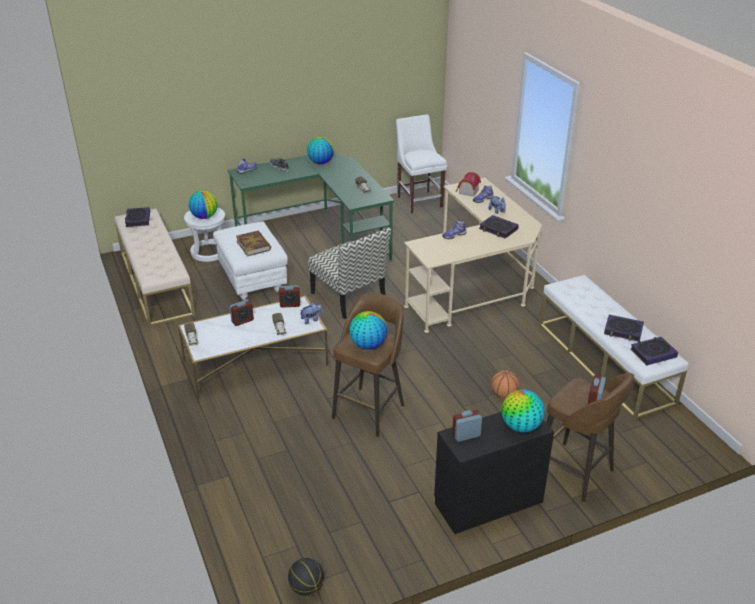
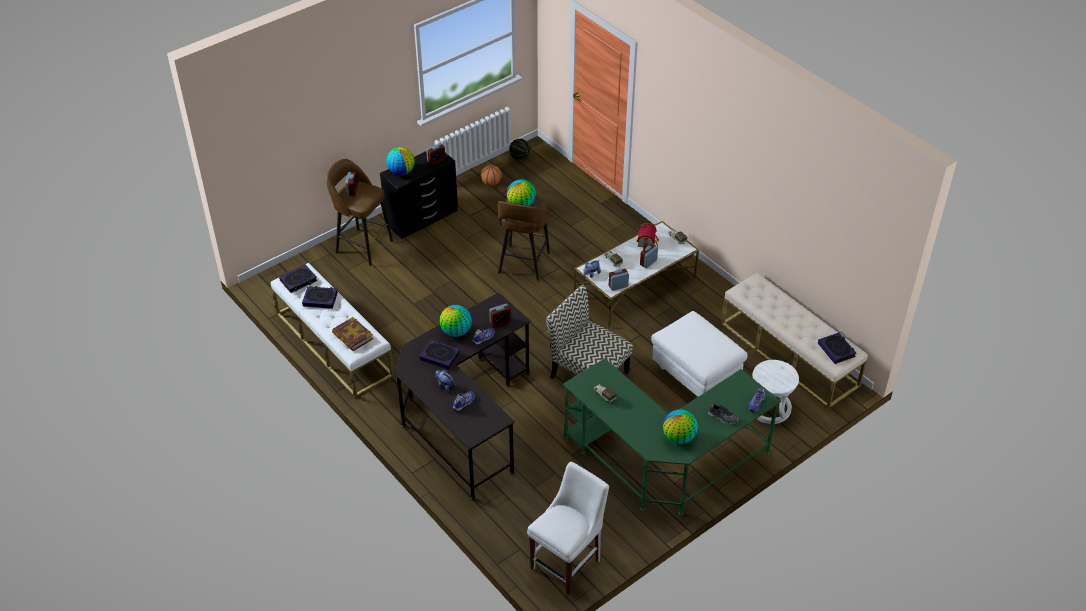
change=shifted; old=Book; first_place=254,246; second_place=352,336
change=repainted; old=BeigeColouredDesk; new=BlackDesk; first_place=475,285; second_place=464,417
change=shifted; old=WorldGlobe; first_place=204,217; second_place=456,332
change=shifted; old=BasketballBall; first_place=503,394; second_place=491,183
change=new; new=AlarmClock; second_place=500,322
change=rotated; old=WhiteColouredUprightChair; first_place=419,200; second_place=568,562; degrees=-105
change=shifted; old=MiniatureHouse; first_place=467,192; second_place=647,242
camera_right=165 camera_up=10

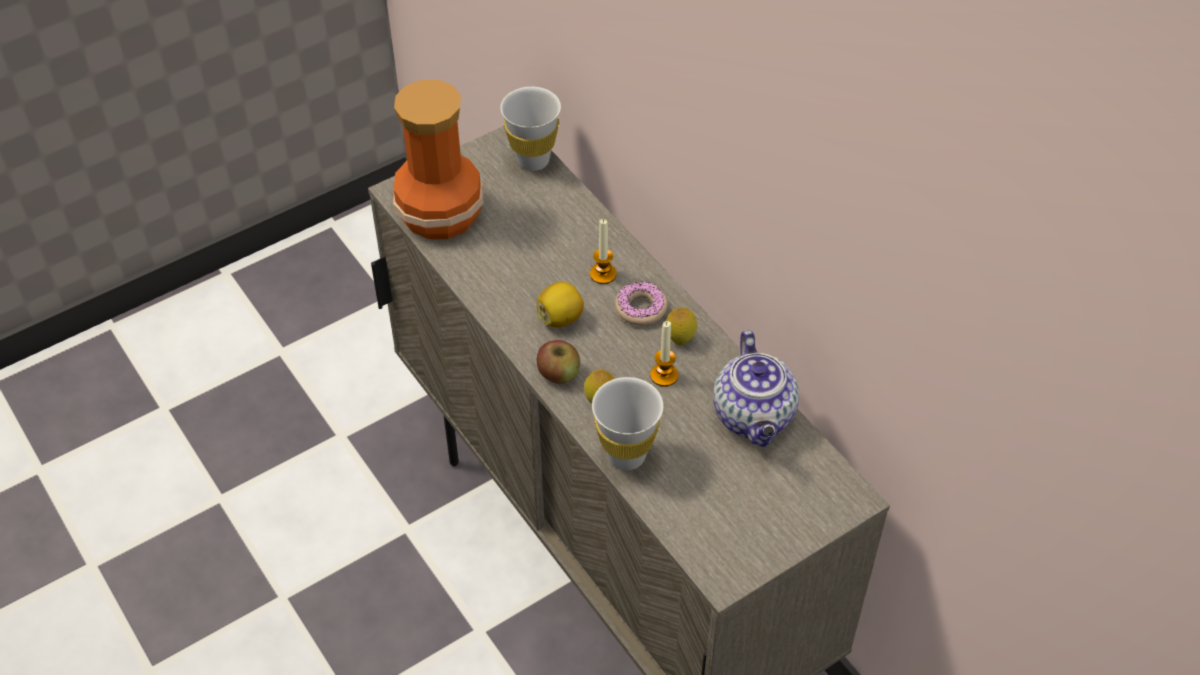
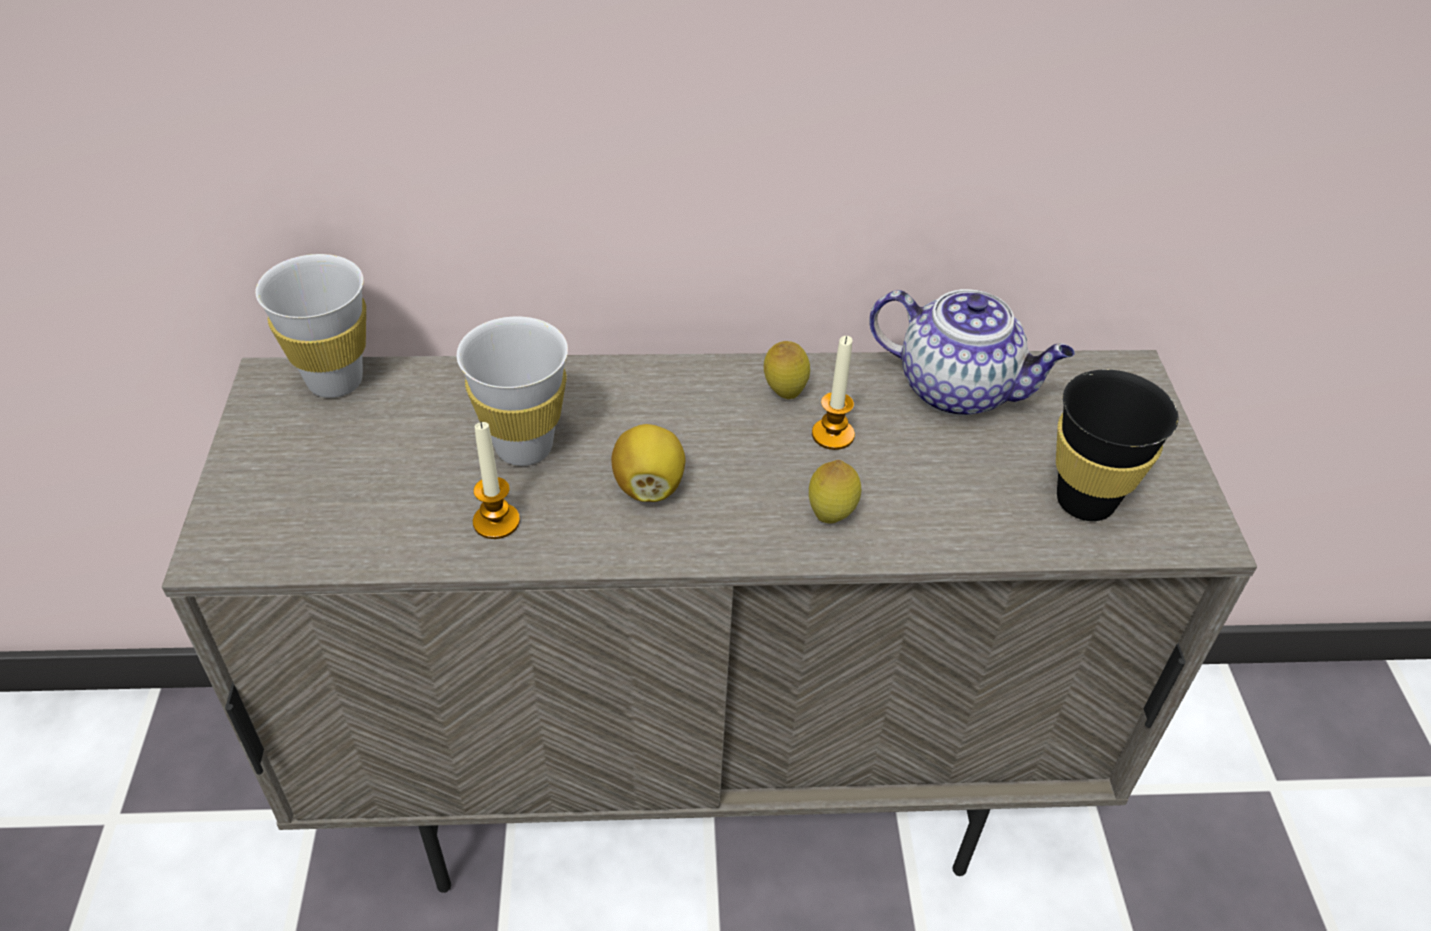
change=shifted; old=WhiteColouredDrinkingCup; first_place=626,455; second_place=524,447
change=shifted; old=WaxCandle; first_place=603,274; second_place=496,522
change=new; new=BlackDrinkingCup; second_place=1085,501
change=gone; old=FlowerVase; first_place=440,214
change=gone; old=Apple; first_place=558,373
change=gone; old=Donut; first_place=641,308
camera_right=-60 camera_up=-5

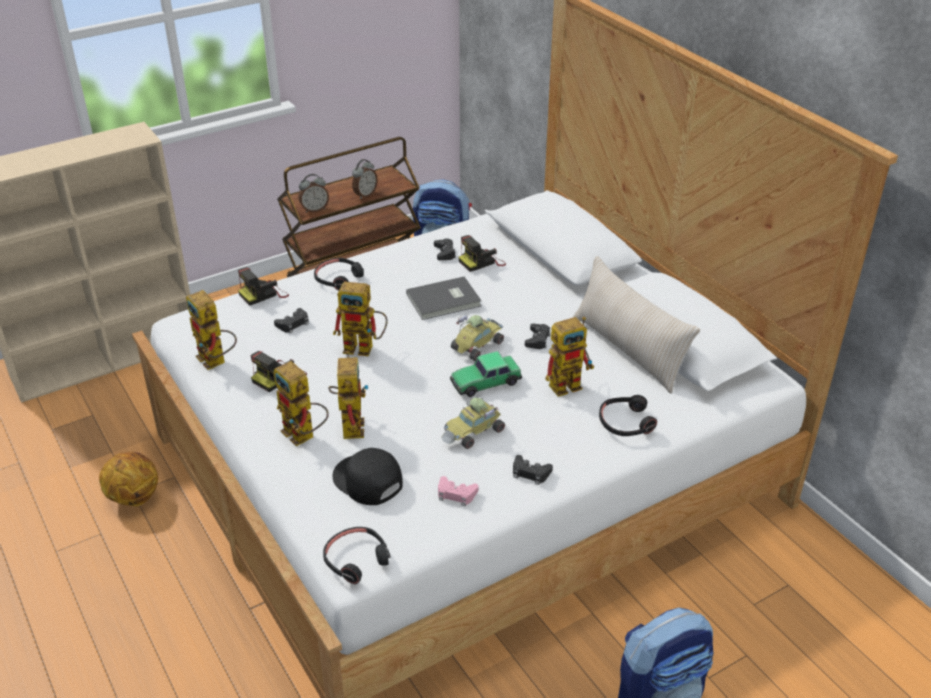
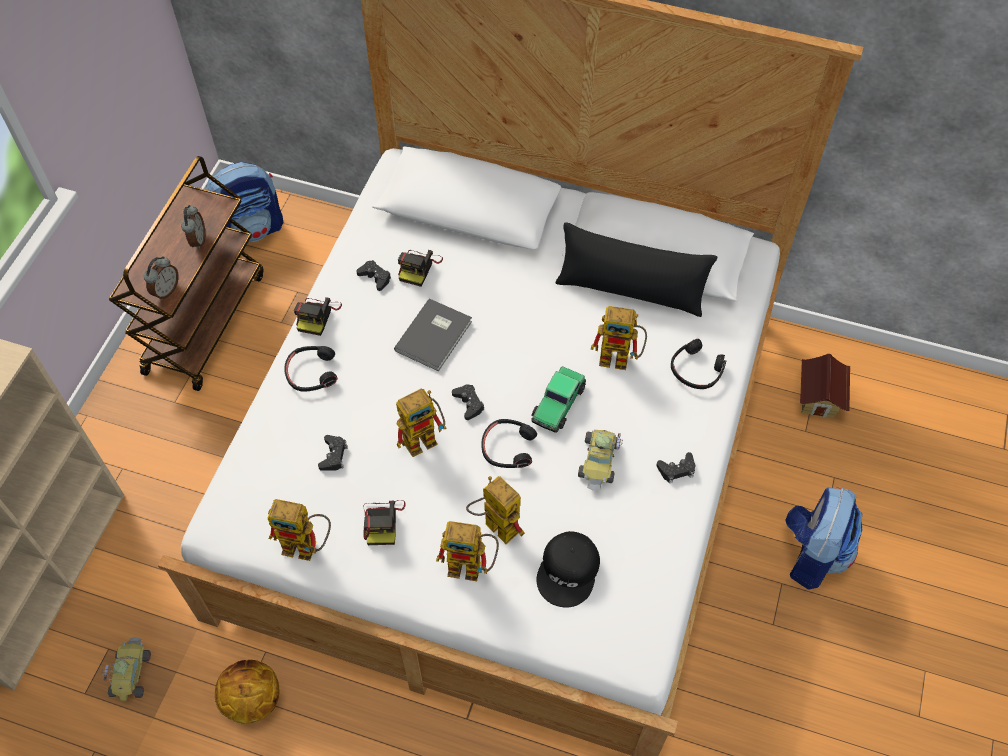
change=shifted; old=MiniatureCar; first_place=477,344; second_place=130,673
change=shifted; old=StillCamera; first_place=263,294; second_place=317,316
change=shifted; old=BlackJoypad; first_place=537,340; second_place=468,403
change=shifted; old=BlackHeadphones; first_place=356,559; second_place=508,448
change=rotated; old=BlackCap; first_place=367,481; second_place=569,571; degrees=-75
change=repainted; old=BeigeColouredPillow; new=BlackPillow; first_place=629,350; second_place=630,291
change=rotated; old=ModelRobot; first_place=570,383; second_place=621,358; degrees=75
change=new; new=MiniatureHouse; second_place=818,399
change=gone; old=PinkJoypad; first_place=456,494
camera_right=-40 camera_up=20

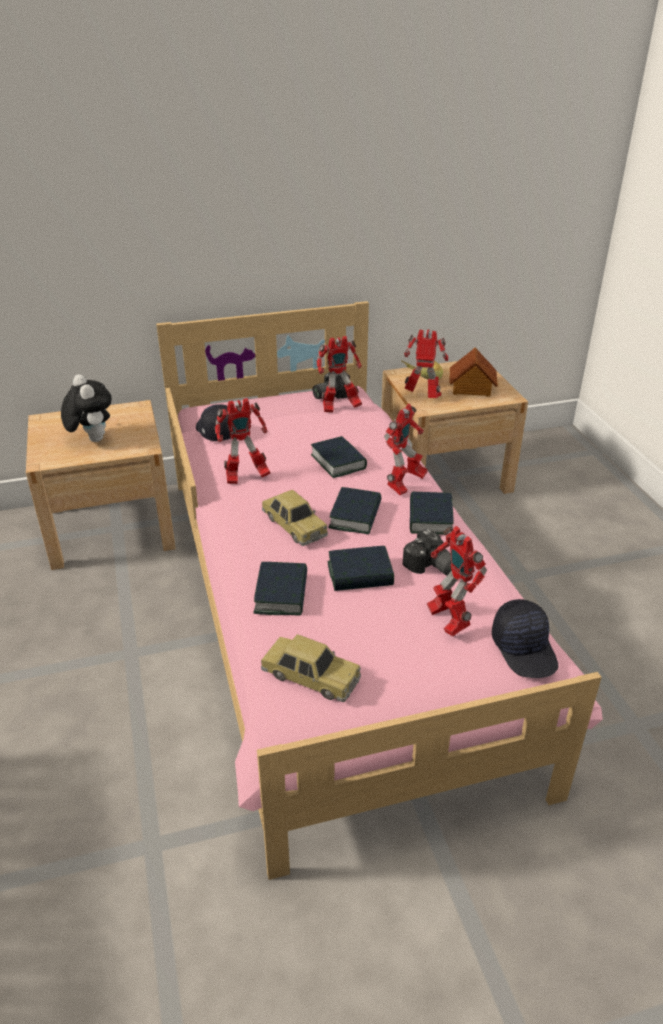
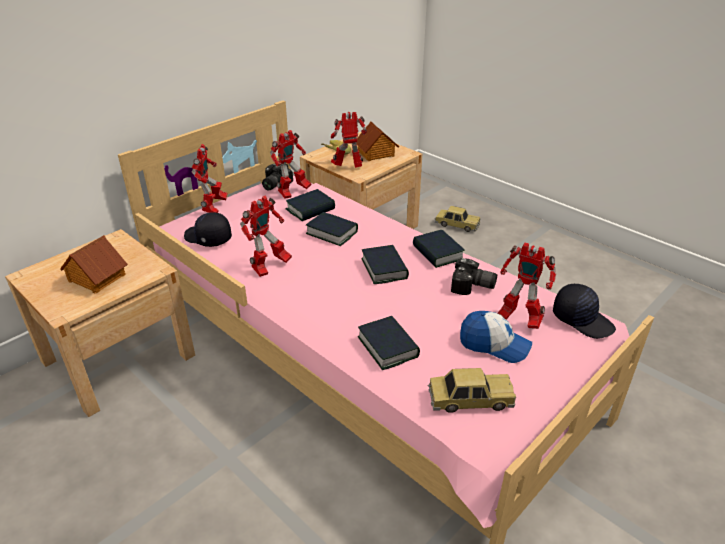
change=swapped; old=PlushToy; new=MiniatureHouse; first_place=92,439; second_place=96,278
change=shifted; old=ModelRobot; first_place=404,485; second_place=214,208
change=shifted; old=Book; first_place=360,574; second_place=310,209
change=shifted; old=MiniatureCar; first_place=294,525; second_place=457,225
change=new; new=Cap; second_place=494,345
camera_right=-30 camera_up=0

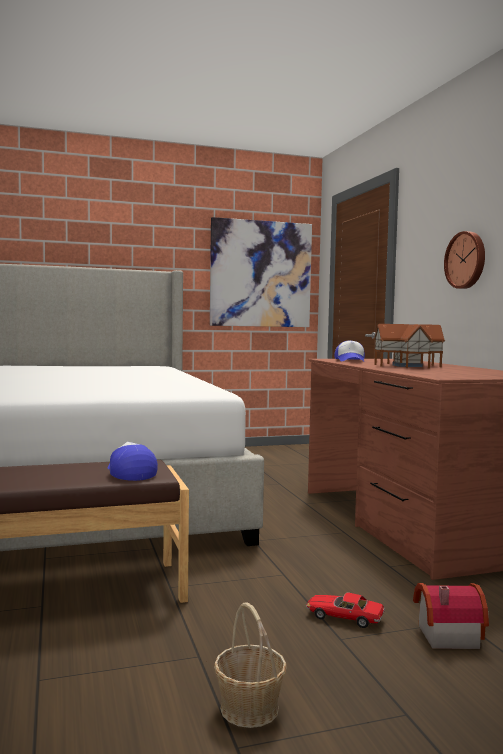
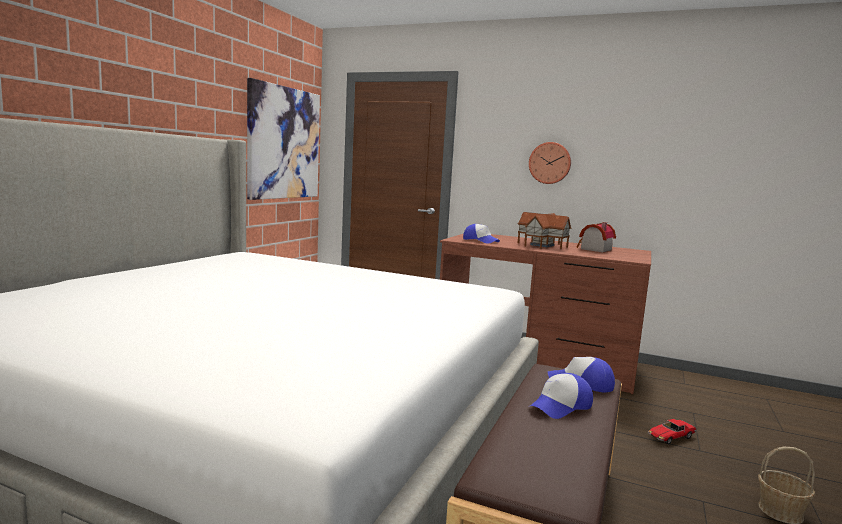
change=new; new=Cap; second_place=561,406
change=shifted; old=MiniatureHouse; first_place=445,634; second_place=593,249
camera_right=-50 camera_up=5

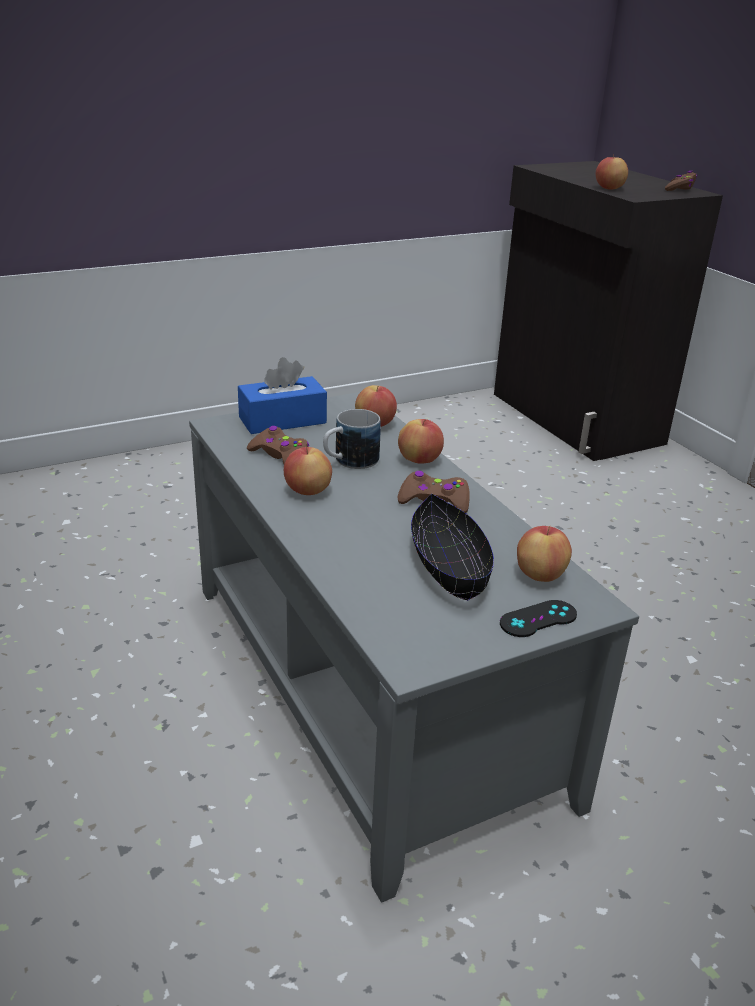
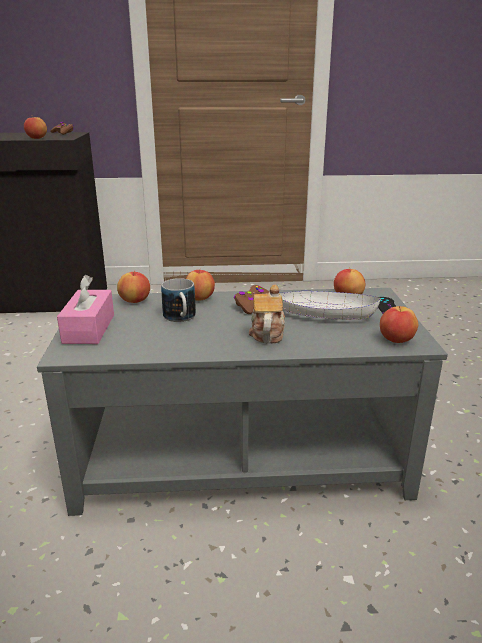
change=repainted; old=BlueTissueBox; new=PinkTissueBox; first_place=282,420; second_place=89,329
change=new; new=PotForTea; second_place=267,333
change=repainted; old=BlackServingBowl; new=WhiteColouredServingBowl; first_place=448,563; second_place=325,315
change=shifted; old=Apple; first_place=307,491; second_place=396,340
change=gone; old=BrownColouredJoypad; first_place=280,455
camera_right=-65 camera_up=-5

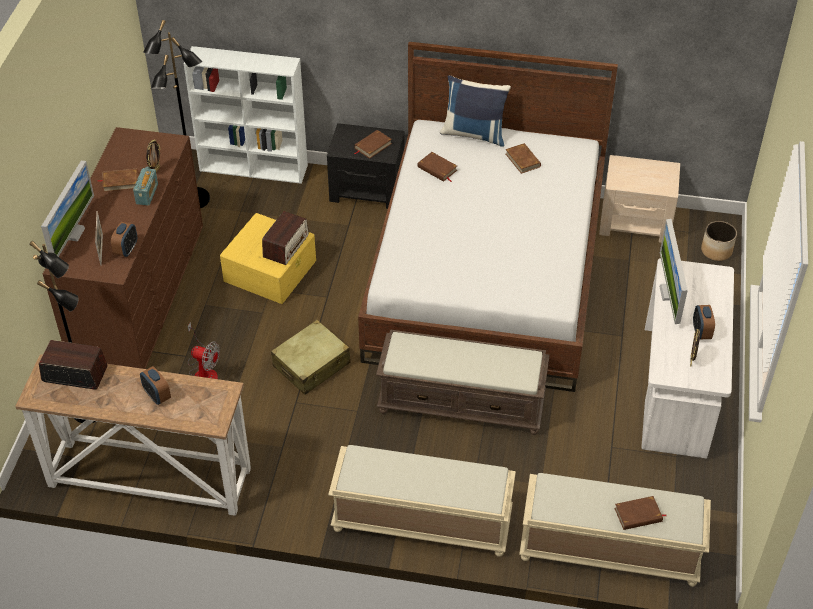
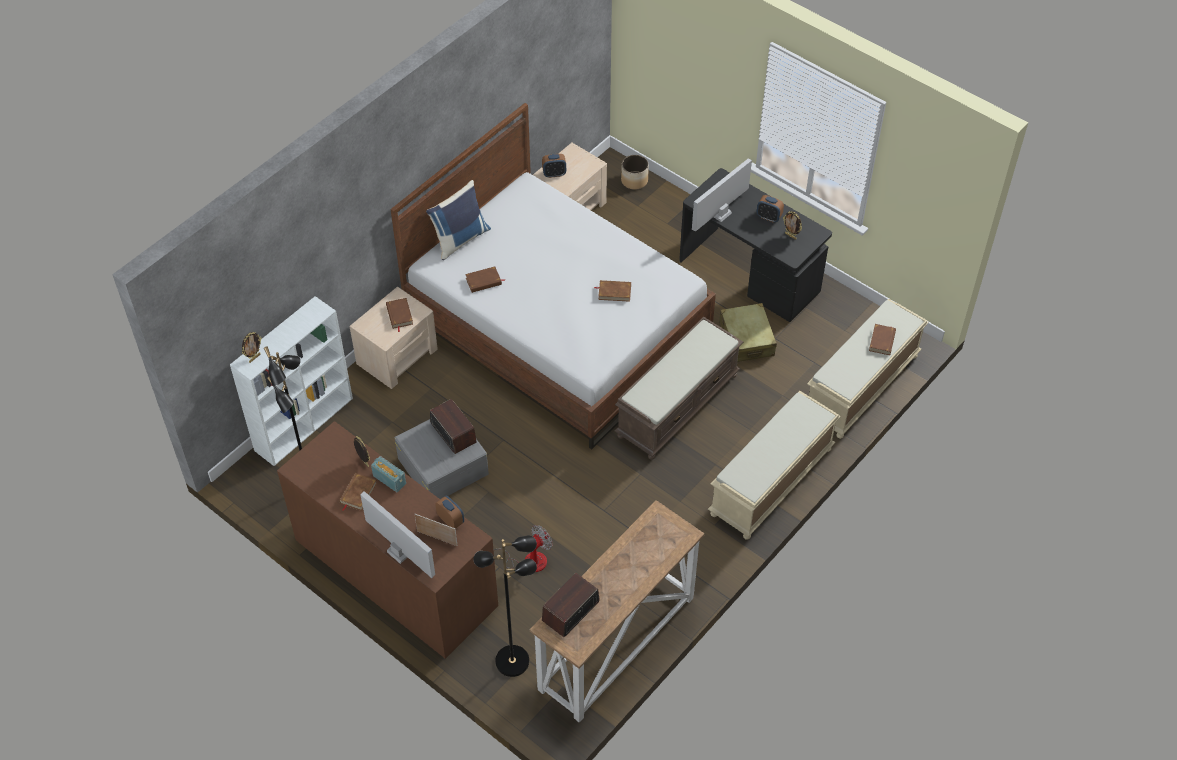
change=new; new=StandingFrame; second_place=254,358
change=repainted; old=BlackNightstand; new=BeigeColouredNightstand; first_place=367,189; second_place=397,356
change=repainted; old=YellowColouredStorageContainer; new=GreyishStorageContainer; first_place=270,270; second_place=442,465
change=shifted; old=AlarmClock; first_place=157,396; second_place=554,174
change=shifted; old=BrownColouredBook; first_place=522,160; second_place=614,292
change=repainted; old=WhiteColouredDesk; new=BlackDesk; first_place=677,391; second_place=750,275
change=rotated; old=ComputerScreen; first_place=669,293; second_place=720,214; degrees=105
change=shifted; old=BeigeColouredSuitcase; first_place=312,365; second_place=746,339
camera_right=-60 camera_up=5

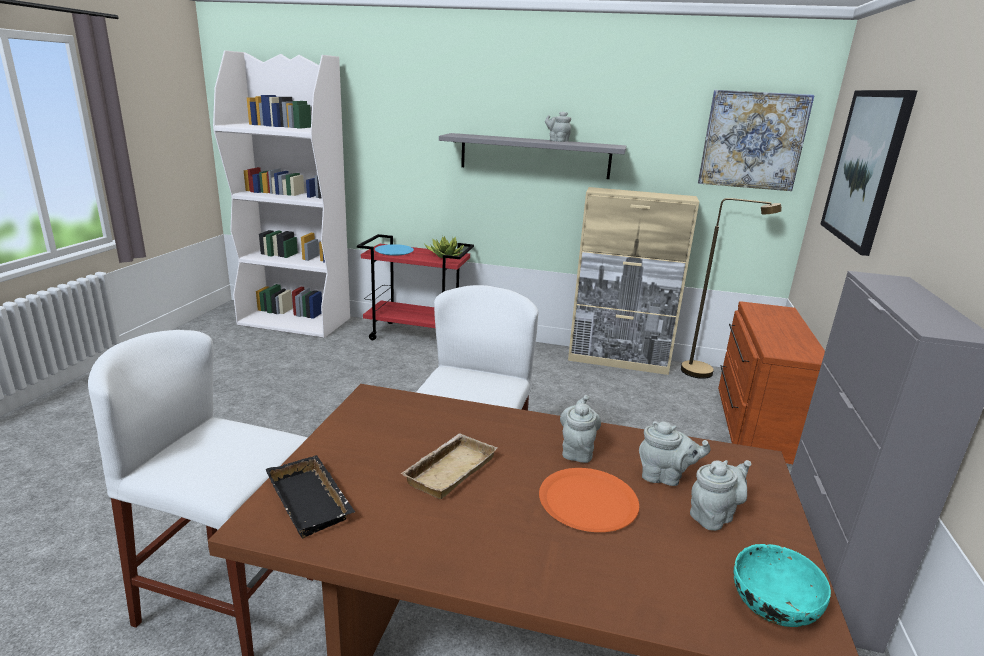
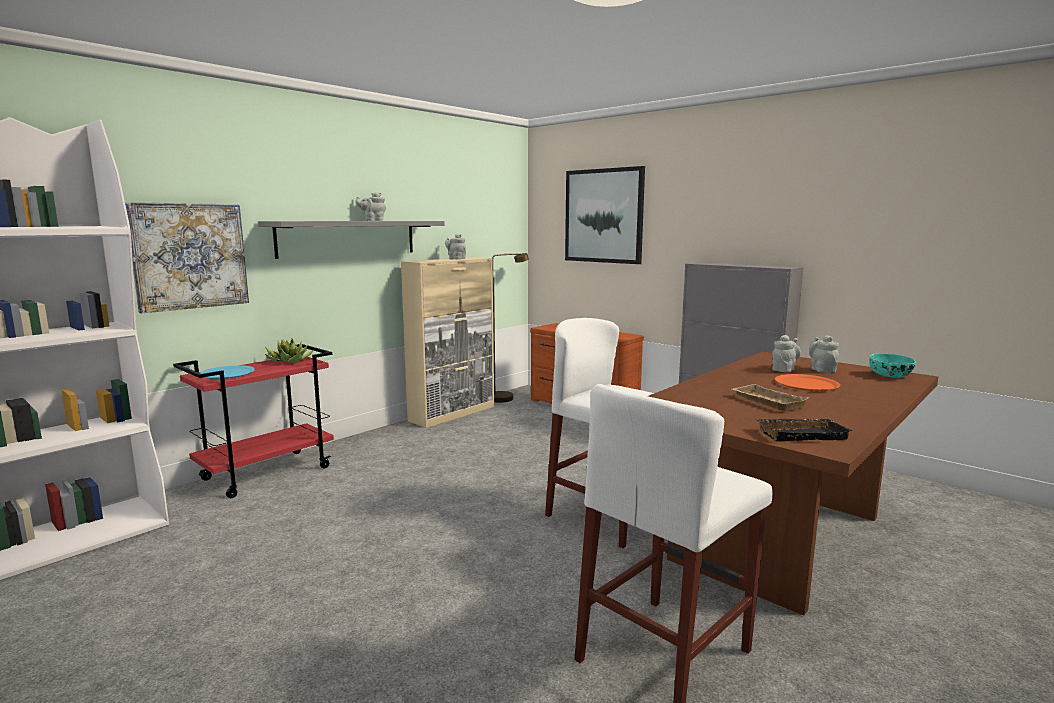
change=shifted; old=Picture; first_place=753,140; second_place=190,256
change=shifted; old=GreyishPotForTea; first_place=577,450; second_place=456,258
camera_right=-60 camera_up=-10

